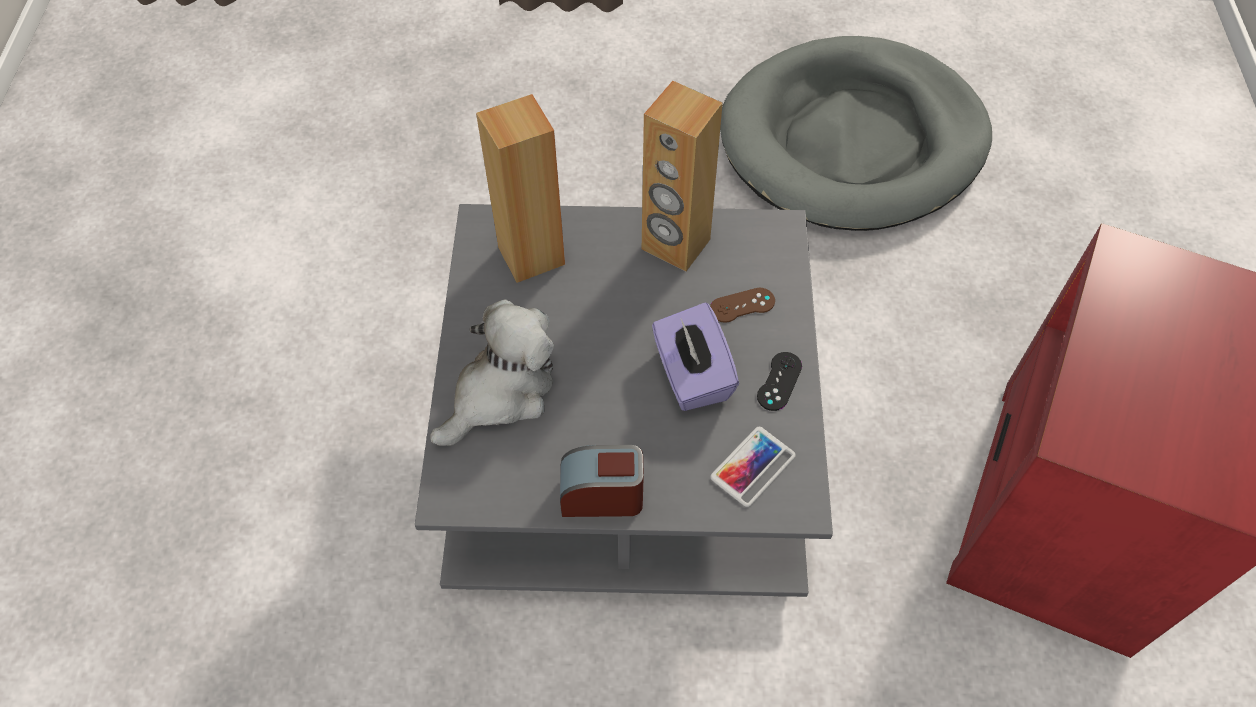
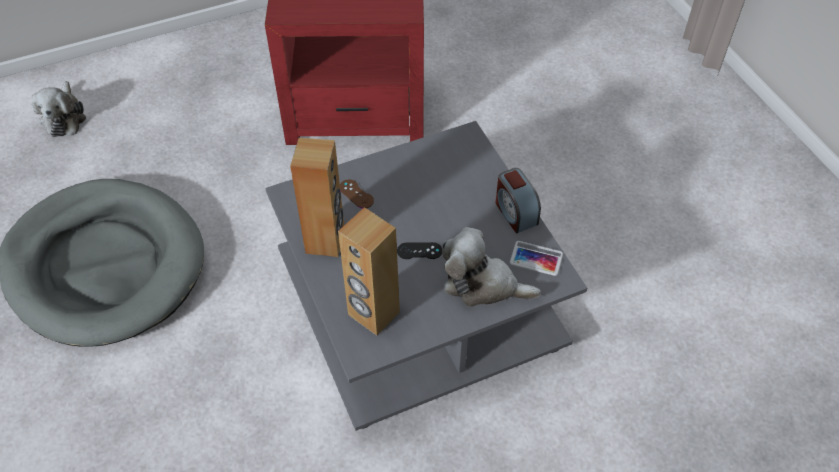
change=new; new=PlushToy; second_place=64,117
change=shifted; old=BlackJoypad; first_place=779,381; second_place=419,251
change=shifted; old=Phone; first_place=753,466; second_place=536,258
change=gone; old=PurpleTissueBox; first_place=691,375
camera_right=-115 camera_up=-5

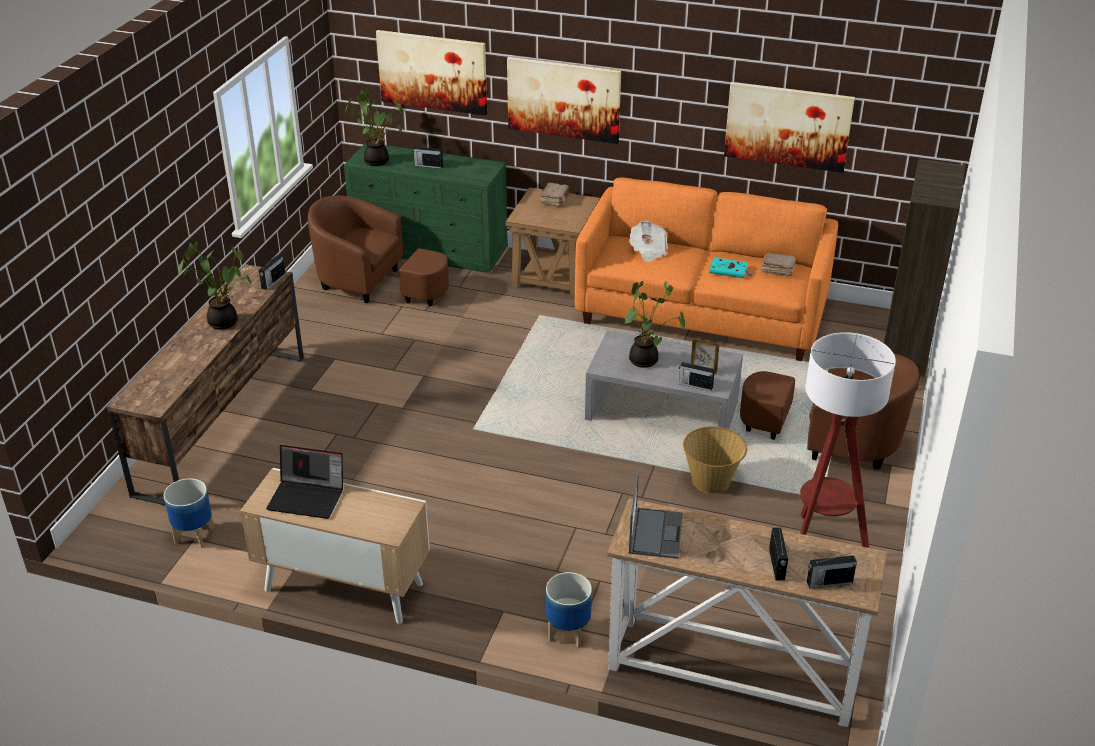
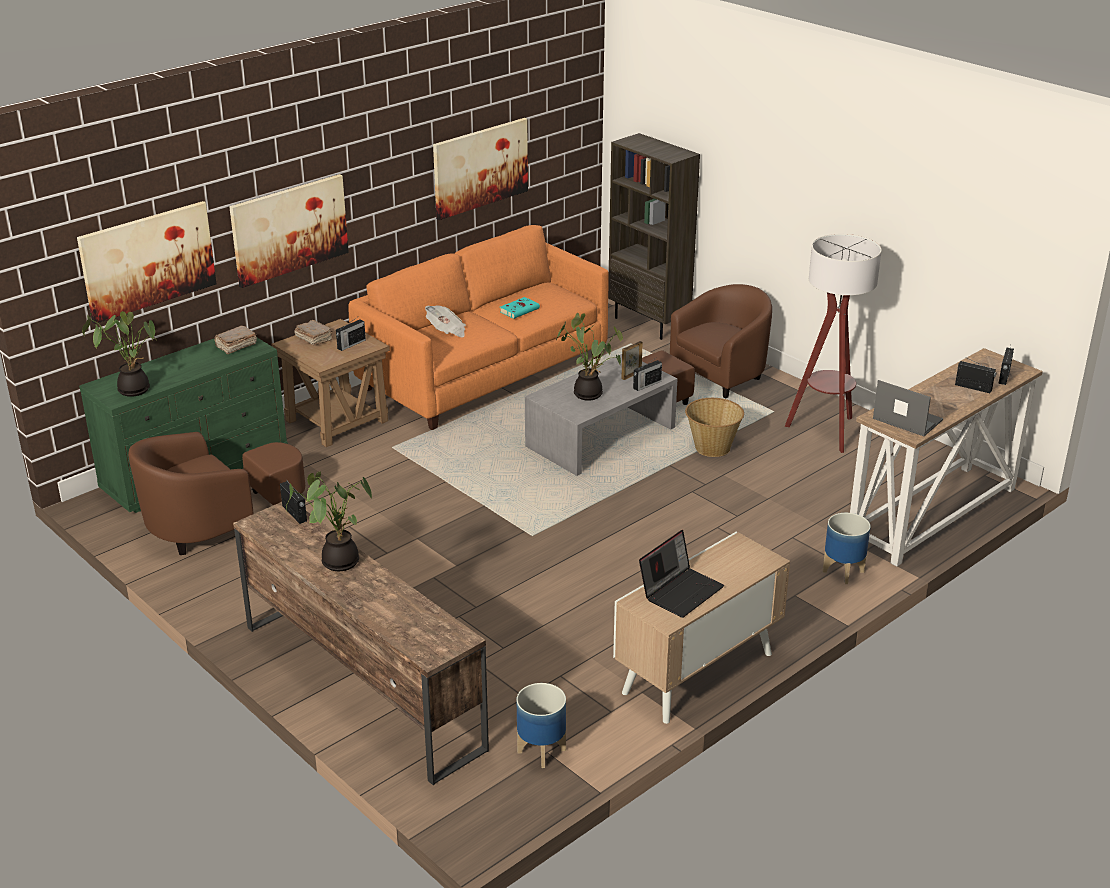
change=shifted; old=BrownColouredBook; first_place=777,270; second_place=235,346
change=shifted; old=RadioSet; first_place=428,166; second_place=351,344
camera_right=-60 camera_up=-5

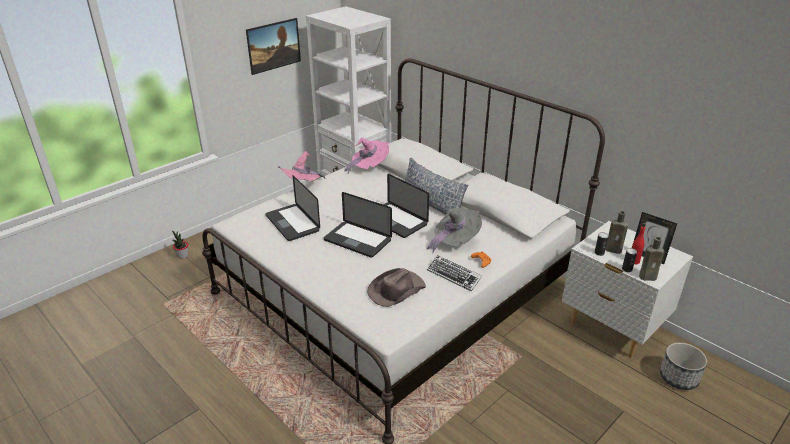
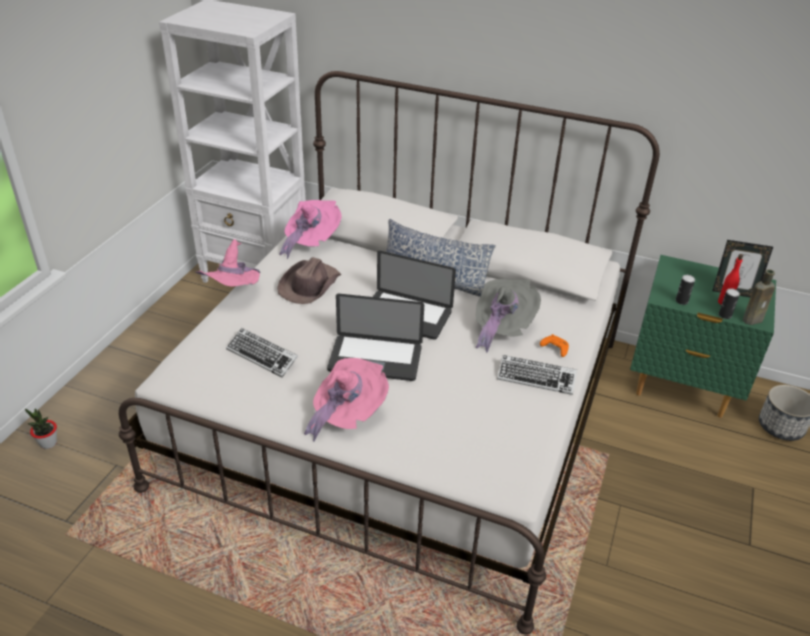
change=swapped; old=PortableComputer; new=Keyboard; first_place=292,223; second_place=262,356
change=shifted; old=BrownColouredHat; first_place=396,290; second_place=309,285
change=new; new=PinkHat; second_place=347,413
change=repainted; old=WhiteColouredNightstand; new=GreenishNightstand; first_place=612,329; second_place=681,387
change=gone; old=Picture; first_place=275,56
change=gone; old=BrownColouredBottle; first_place=614,250
camera_right=-25 camera_up=5

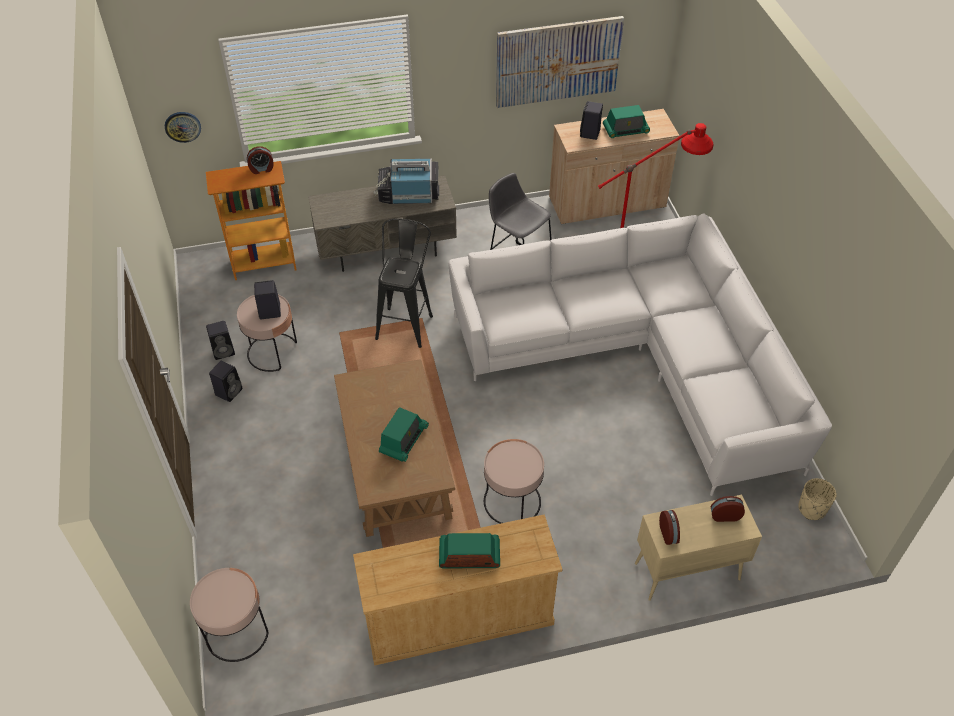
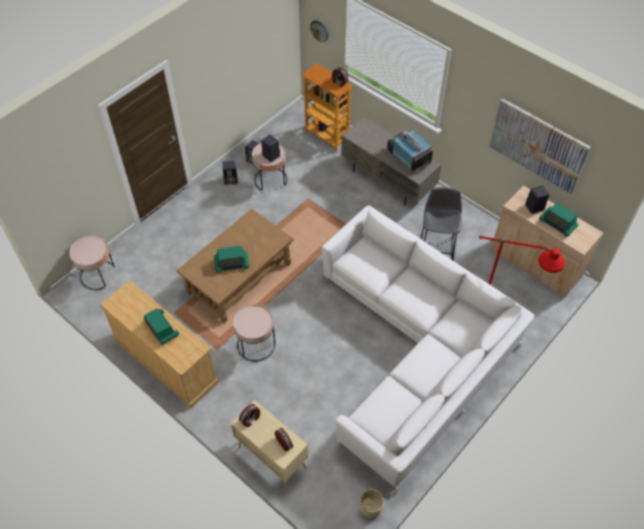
change=gone; old=BlackStool; first_place=406,322
camera_right=55 camera_up=5

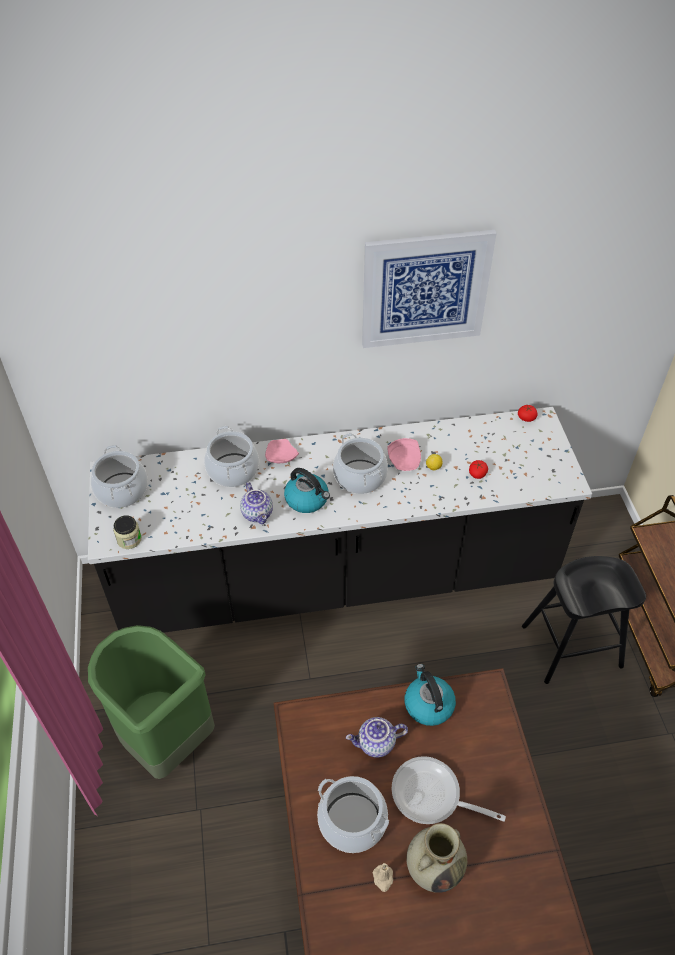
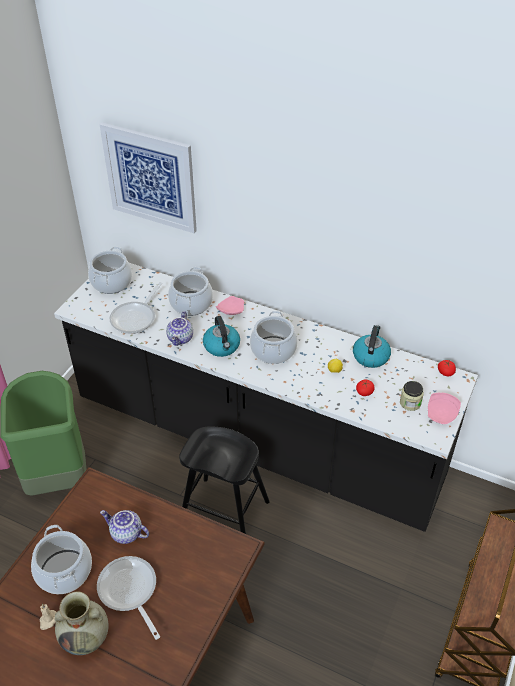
change=shifted; old=Picture; first_place=425,289; second_place=150,177
change=new; new=Pan; second_place=136,318
change=shifted; old=BlackStool; first_place=571,646; second_place=224,512
change=shifted; old=WaterKettle; first_place=428,704; second_place=370,356
change=shifted; old=PreserveJar; first_place=129,539; second_place=410,403
change=shifted; old=PinkFlatDish; first_place=405,460; second_place=442,414
camera_right=35 camera_up=-5

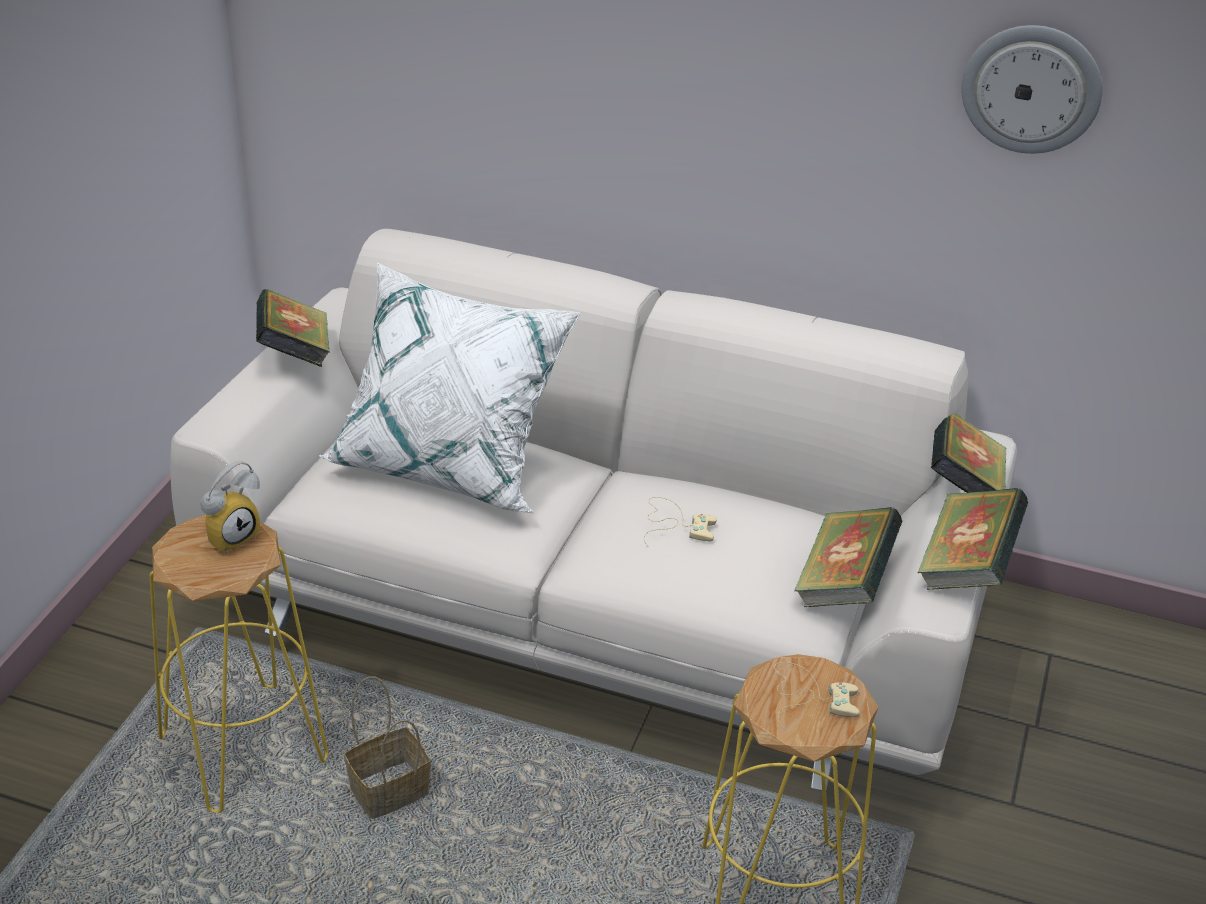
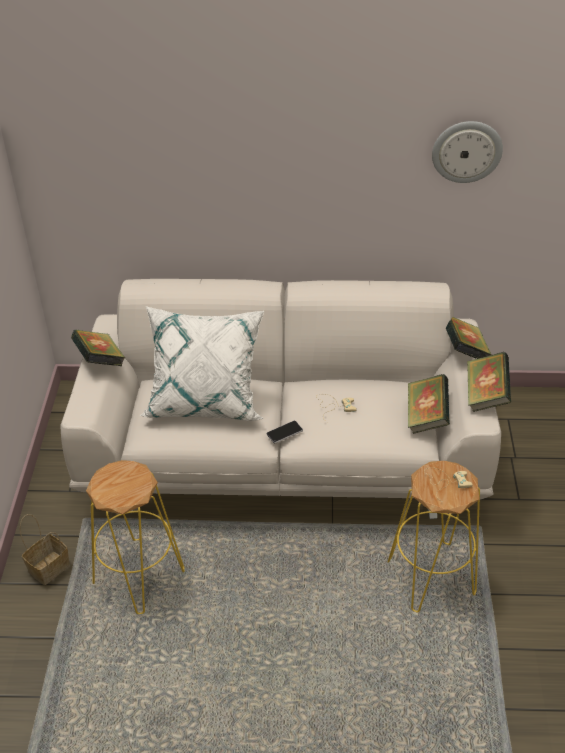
change=shifted; old=HouseholdBasket; first_place=391,790; second_place=49,566
change=new; new=Phone; second_place=284,432
change=gone; old=AlarmClock; first_place=231,535
camera_right=-15 camera_up=5

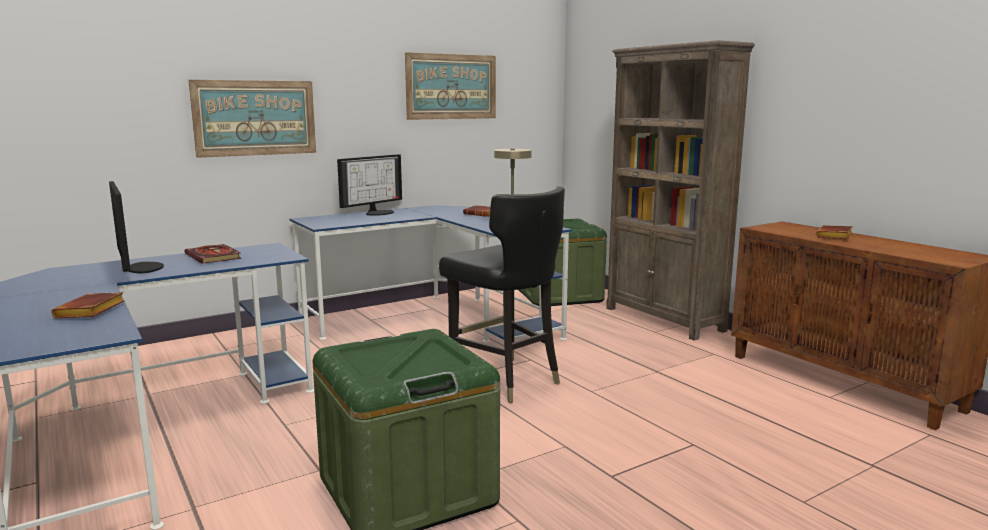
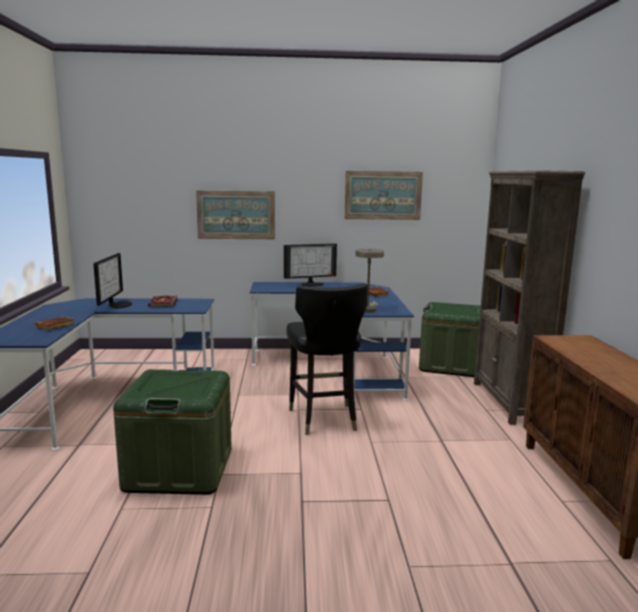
change=gone; old=BrownColouredBook; first_place=835,236
camera_right=30 camera_up=0

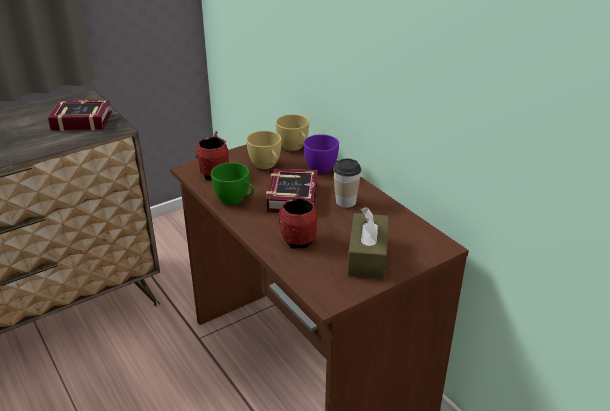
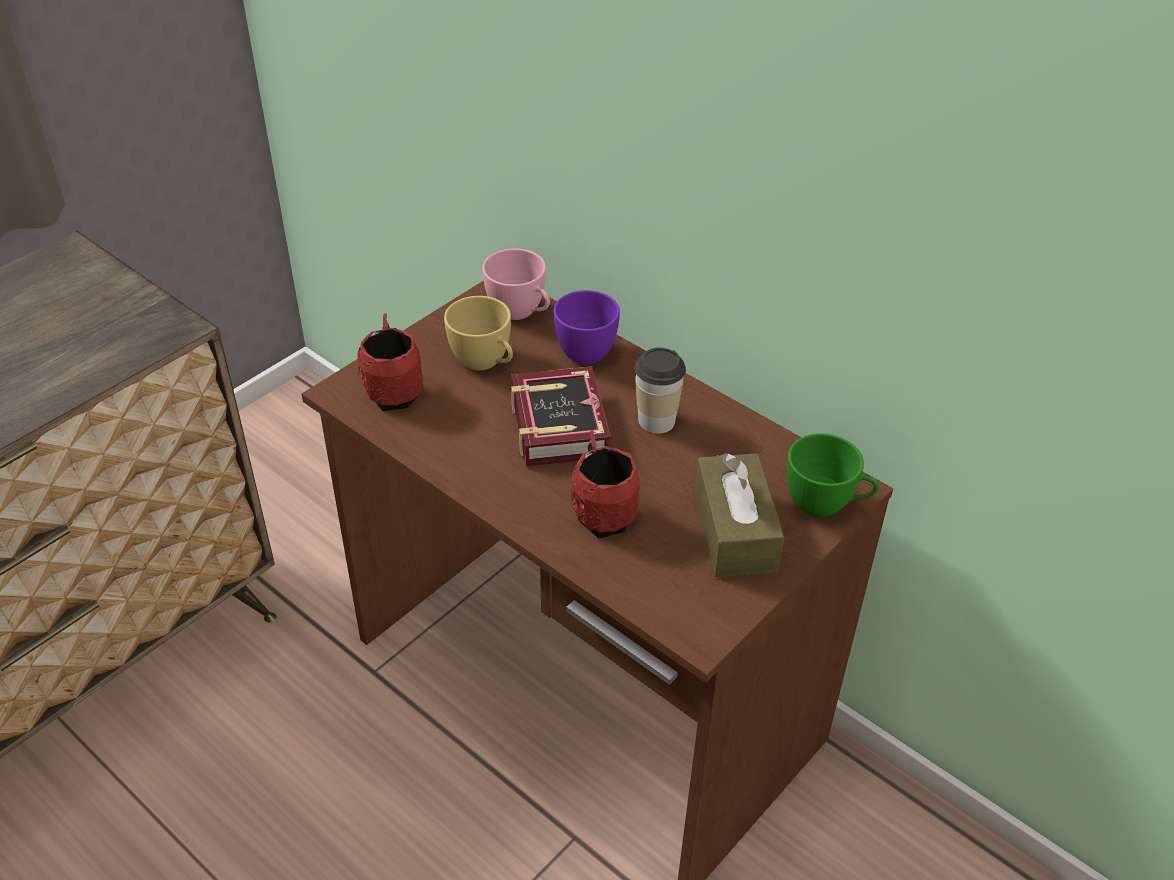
change=repainted; old=YellowColouredDrinkingCup; new=PinkDrinkingCup; first_place=294,148; second_place=521,313
change=shifted; old=GreenishDrinkingCup; first_place=235,200; second_place=826,505
change=gone; old=Book; first_place=79,120
camera_right=-15 camera_up=10

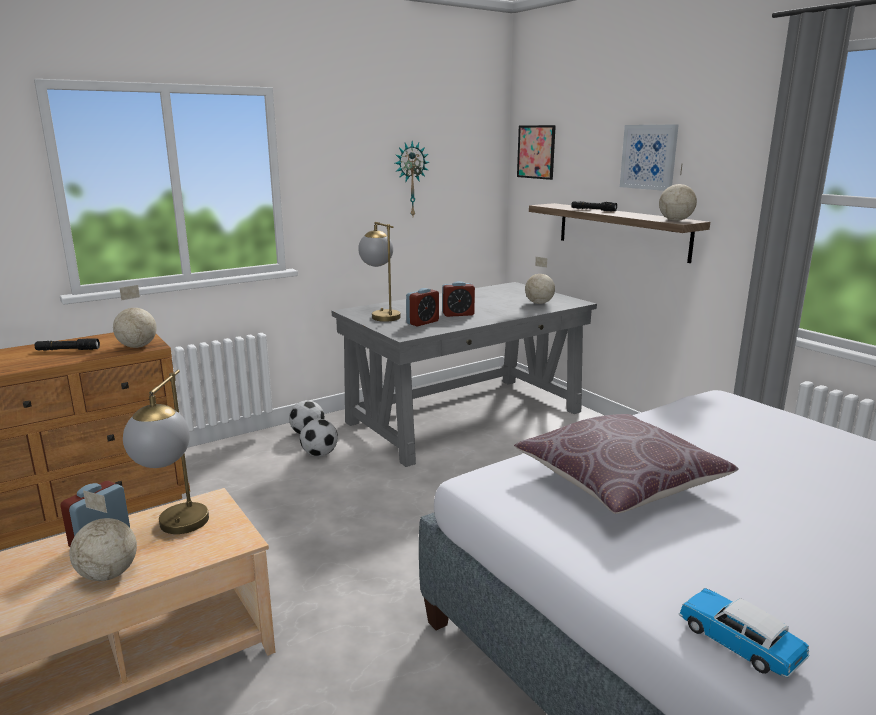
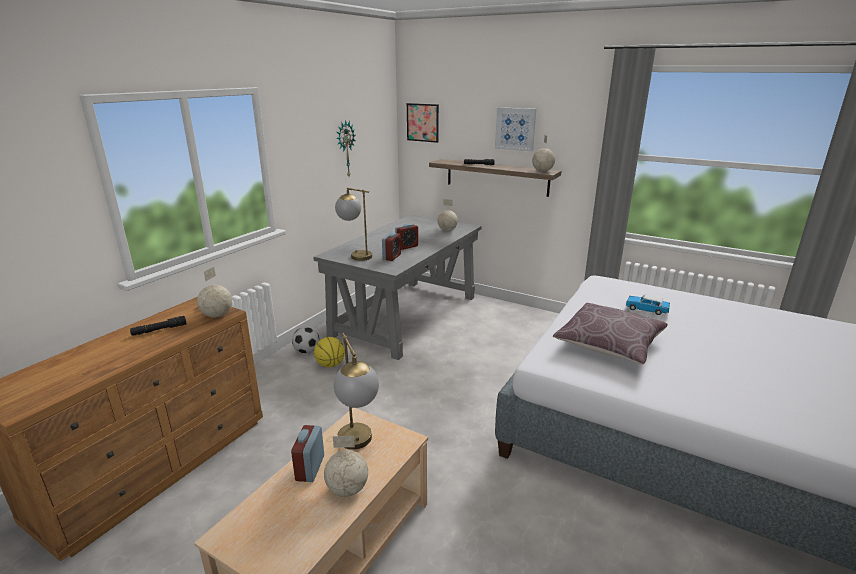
change=swapped; old=BallForFootball; new=BasketballBall; first_place=319,454; second_place=330,364
change=shifted; old=MiniatureCar; first_place=738,643; second_place=646,309
camera_right=-25 camera_up=5

